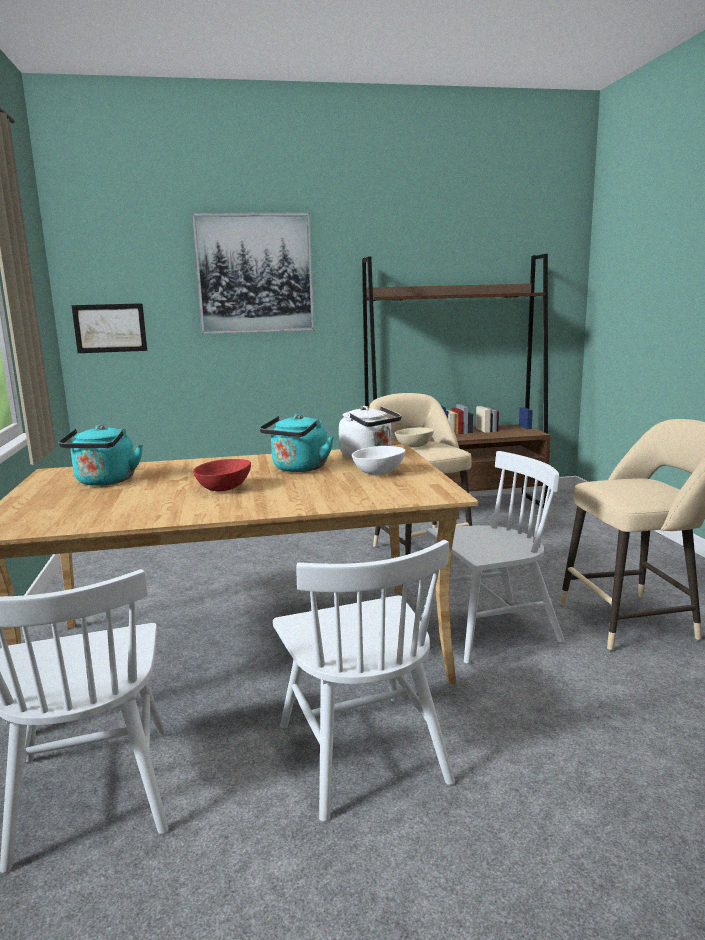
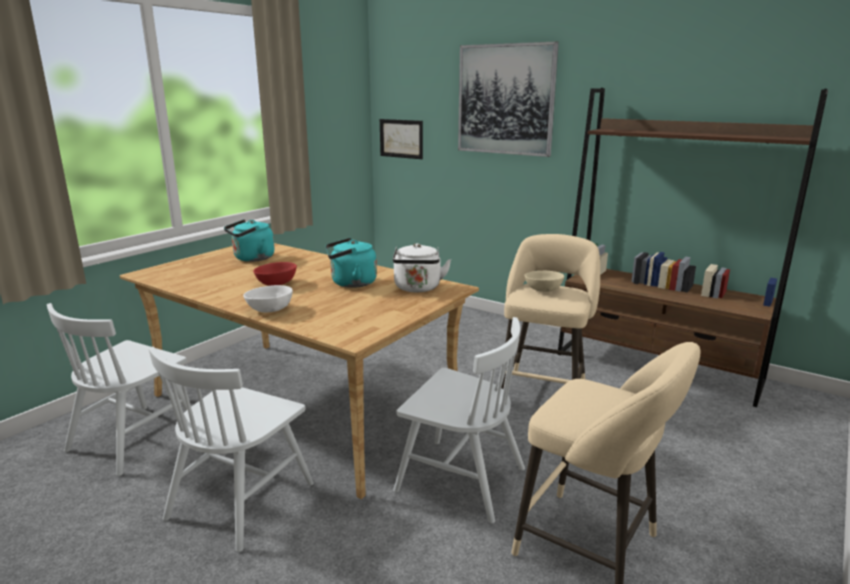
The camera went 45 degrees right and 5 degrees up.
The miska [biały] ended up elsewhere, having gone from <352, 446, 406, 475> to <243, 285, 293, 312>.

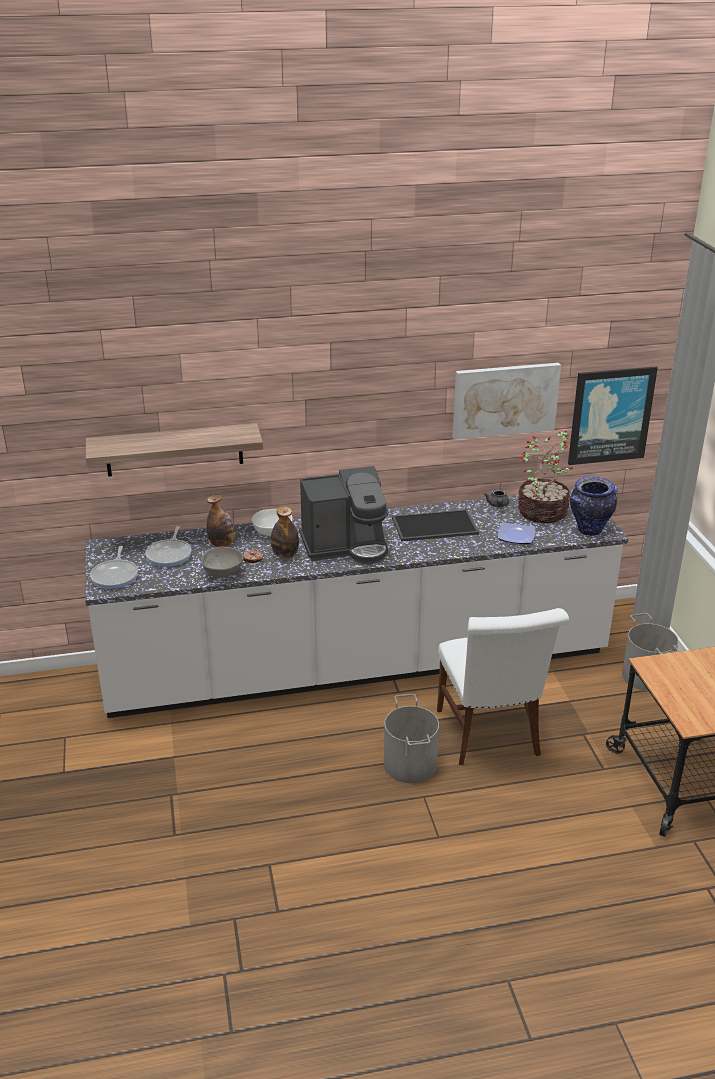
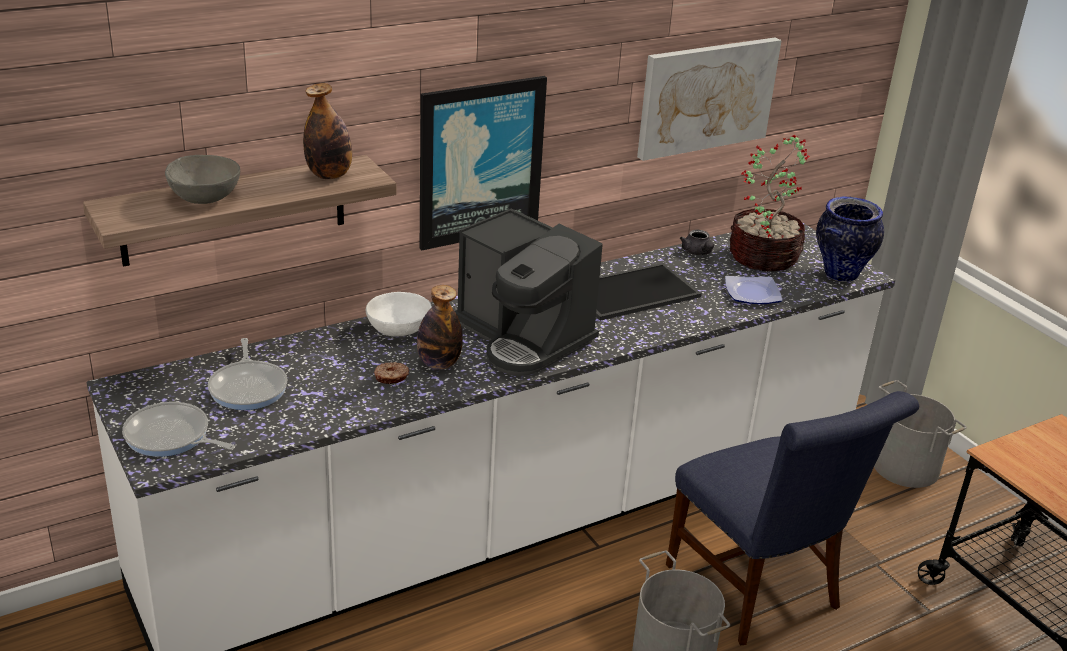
The camera went 20 degrees left and 0 degrees up.
The patelnia at <90, 546, 138, 589> ended up facing another way, 135 degrees clockwise from before.
The miska [szary] ended up elsewhere, having gone from <201, 546, 243, 578> to <165, 155, 240, 204>.
The butelka ended up elsewhere, having gone from <207, 494, 235, 547> to <303, 83, 352, 179>.
The ekspres do kawy at <299, 466, 389, 564> ended up facing another way, 75 degrees clockwise from before.
What was the krzesło [biały] at <437, 608, 569, 765> turned into the krzesło [niebieski] at <666, 391, 919, 645>.
The obraz ended up elsewhere, having gone from <568, 367, 658, 465> to <420, 76, 547, 250>.

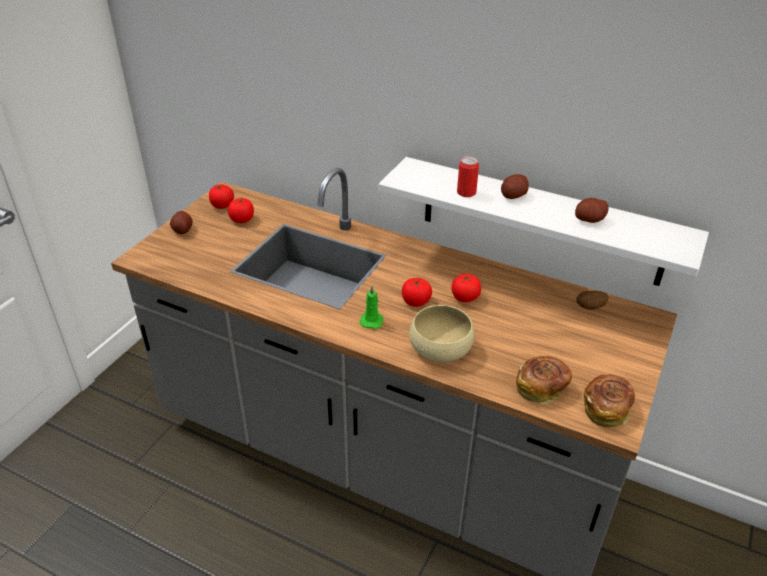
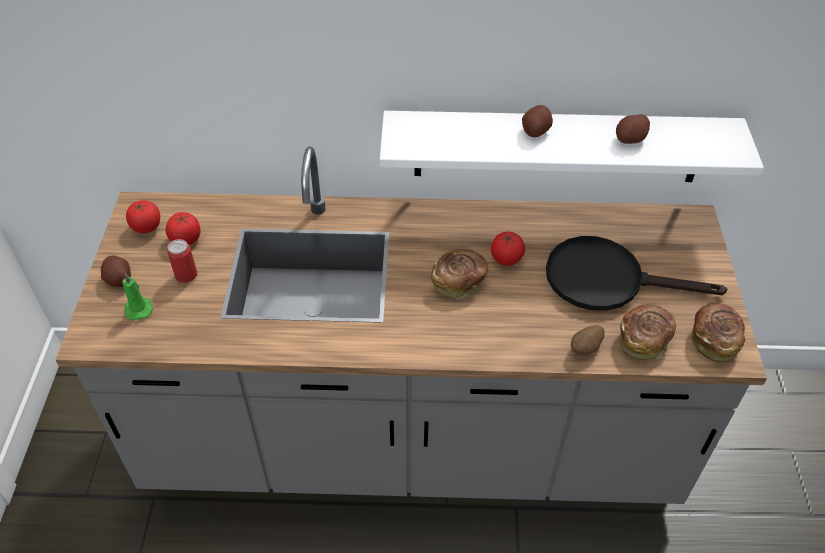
The camera went 25 degrees left and 10 degrees up.
The świeca [zielony] ended up elsewhere, having gone from <360, 286, 383, 329> to <122, 273, 153, 320>.
Where the pomidor stood at <402, 278, 432, 307>, the chleb came to stand at <431, 249, 489, 299>.
The second view lost the miska [beżowy] at <409, 305, 475, 362>.
The puszka ended up elsewhere, having gone from <457, 156, 479, 197> to <167, 239, 197, 283>.
The ziemniak ended up elsewhere, having gone from <576, 291, 609, 310> to <571, 325, 605, 355>.
The second view gained the patelnia [czarny] at <546, 236, 728, 311>.

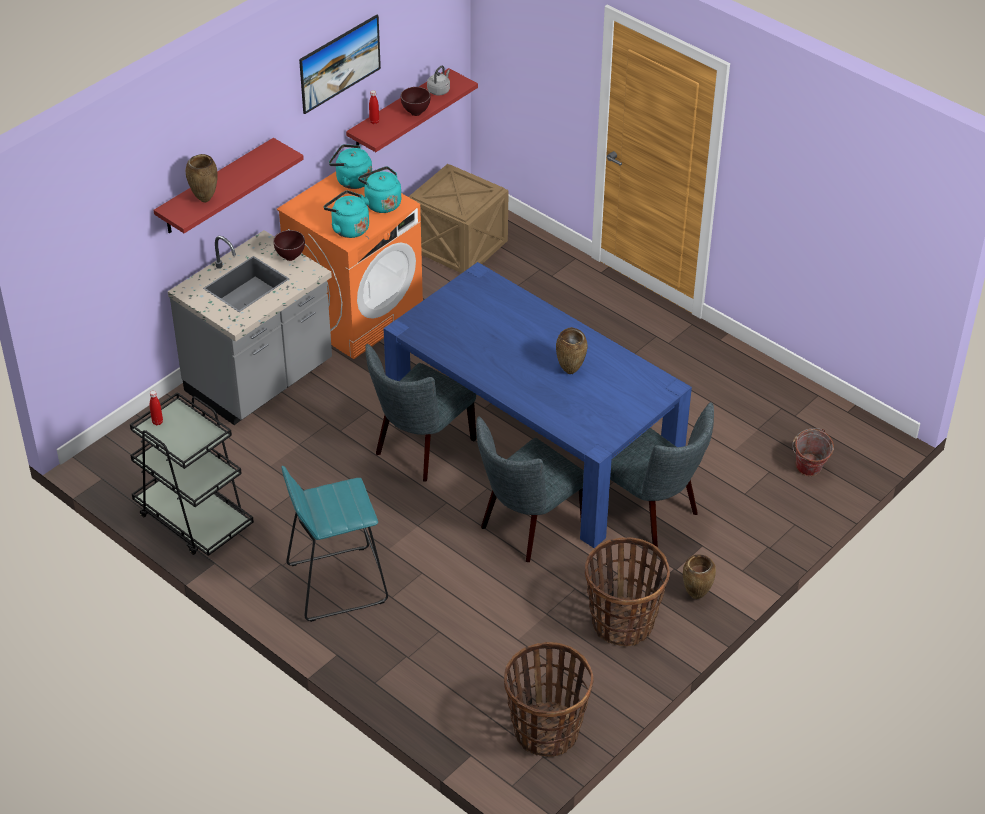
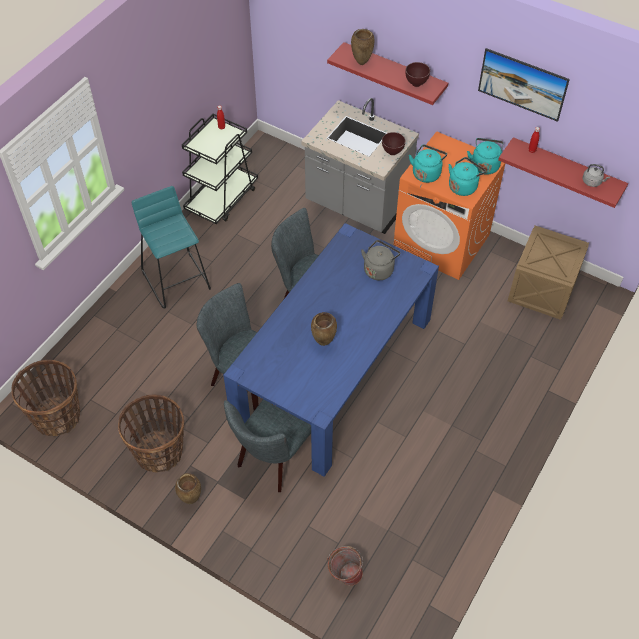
The camera went 80 degrees right and 10 degrees up.
The miska [brązowy] ended up elsewhere, having gone from <401, 87, 431, 116> to <405, 62, 430, 87>.
The second view gained the czajnik [szary] at <361, 240, 400, 280>.

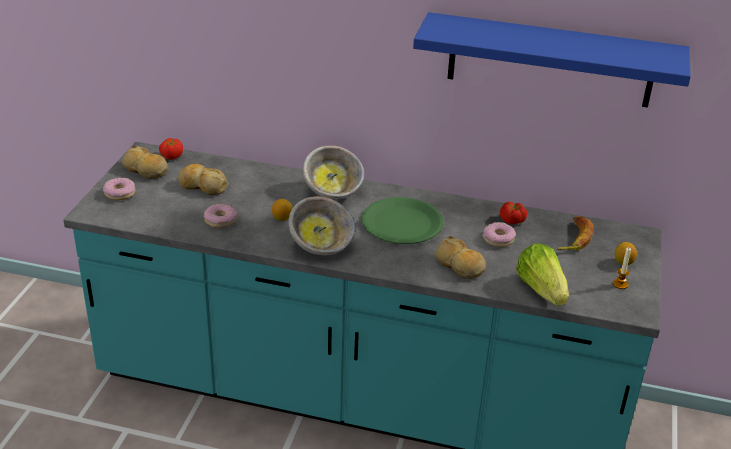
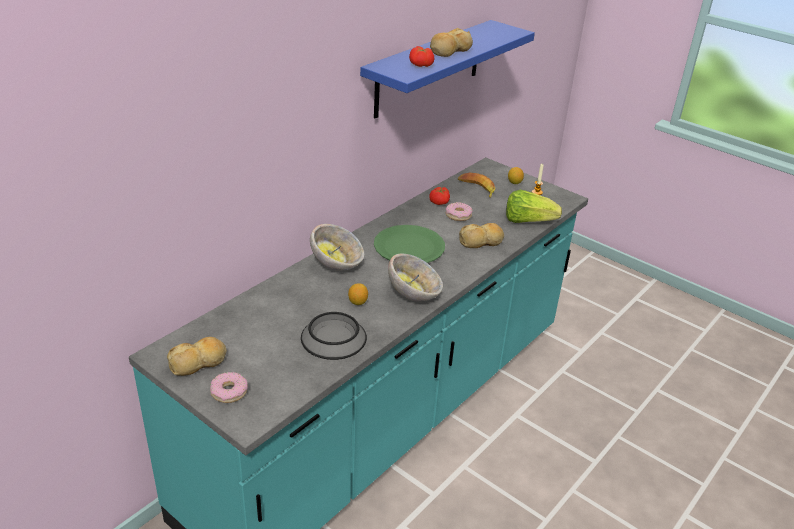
The camera went 65 degrees left and 0 degrees up.
The pomidor ended up elsewhere, having gone from <159, 138, 183, 160> to <409, 46, 434, 67>.
The chleb ended up elsewhere, having gone from <178, 164, 228, 195> to <430, 28, 473, 57>.
Where the donut stood at <204, 204, 237, 228>, the miska came to stand at <301, 312, 367, 360>.

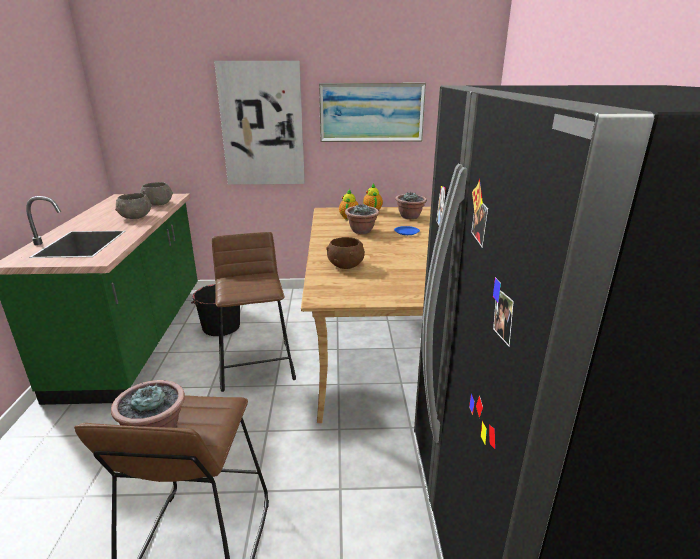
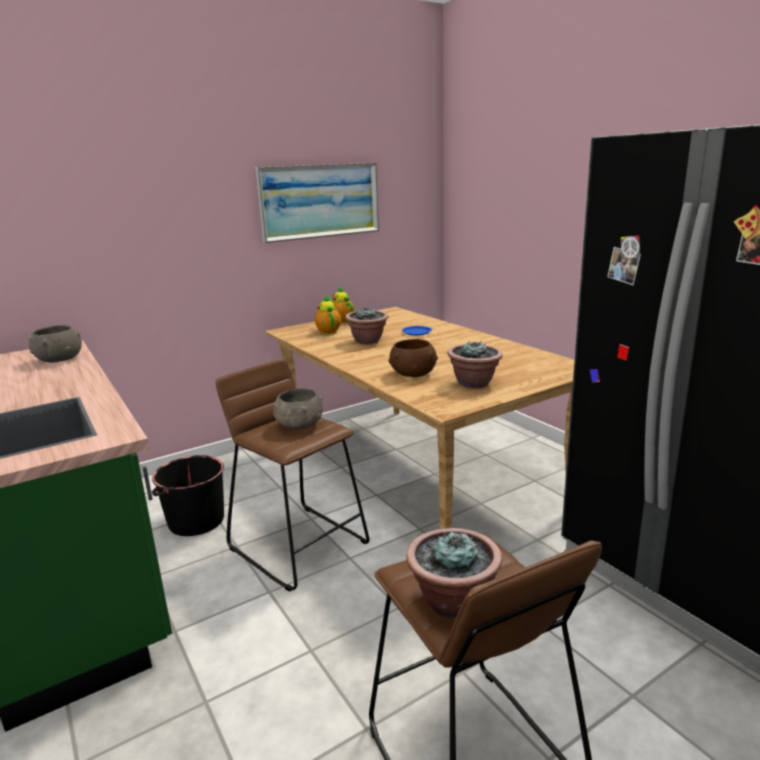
The camera went 30 degrees left and 5 degrees down.
The miska [szary] ended up elsewhere, having gone from <115, 193, 152, 219> to <273, 388, 323, 430>.
The second view lost the obraz at <214, 61, 305, 184>.
The roślina doniczkowa ended up elsewhere, having gone from <395, 192, 427, 219> to <447, 341, 503, 388>.

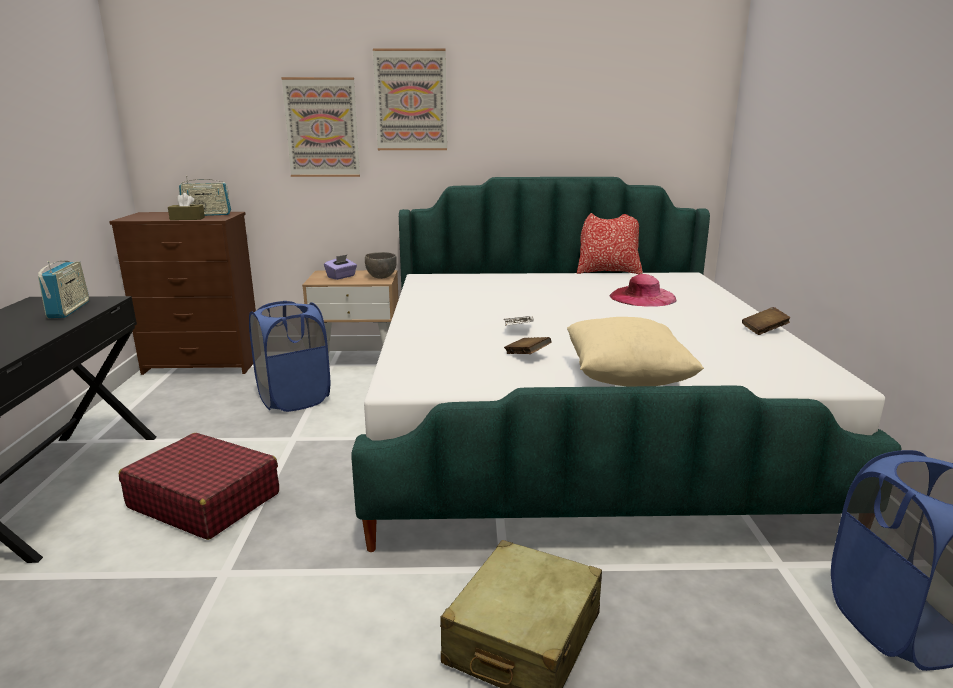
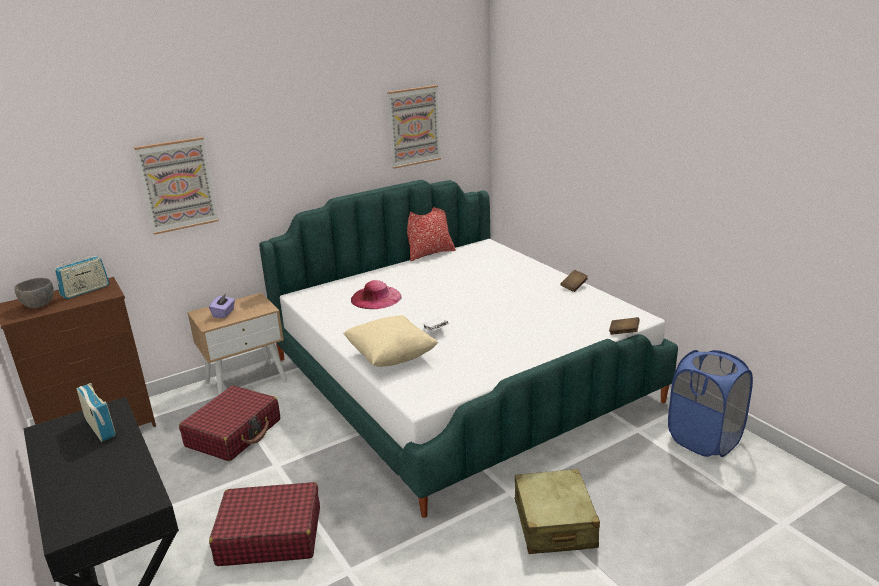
The camera went 30 degrees left and 5 degrees up.
The second view lost the pudełko chusteczek [brązowy] at <168, 193, 205, 220>.
Where the kosz na pranie [niebieski] stood at <249, 301, 330, 412>, the walizka [czerwony] came to stand at <179, 386, 280, 461>.
The miska [szary] ended up elsewhere, having gone from <365, 252, 397, 279> to <14, 278, 54, 308>.
The obraz ended up elsewhere, having gone from <373, 48, 447, 150> to <387, 85, 441, 169>.
The książka [brązowy] ended up elsewhere, having gone from <504, 337, 552, 354> to <609, 317, 640, 335>.
The poduszka [beżowy] ended up elsewhere, having gone from <567, 317, 704, 386> to <343, 315, 439, 367>.
The kapelusz [różowy] ended up elsewhere, having gone from <609, 274, 676, 307> to <351, 280, 402, 309>.

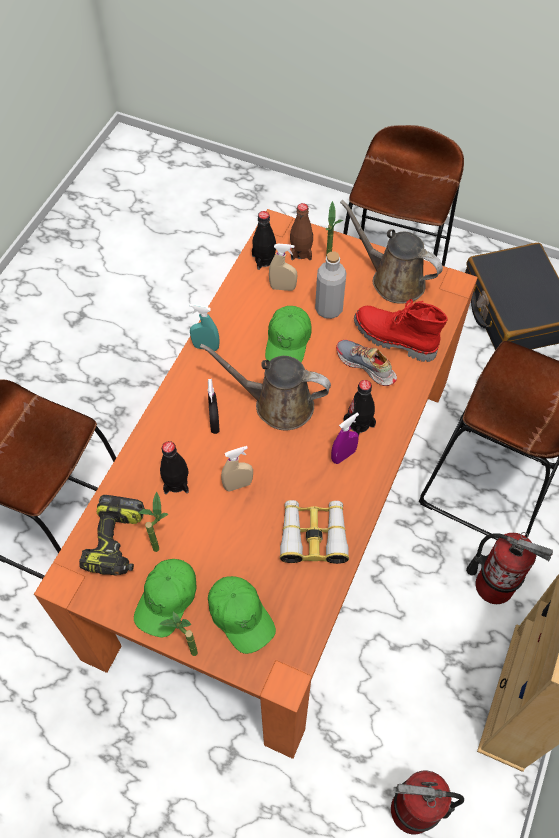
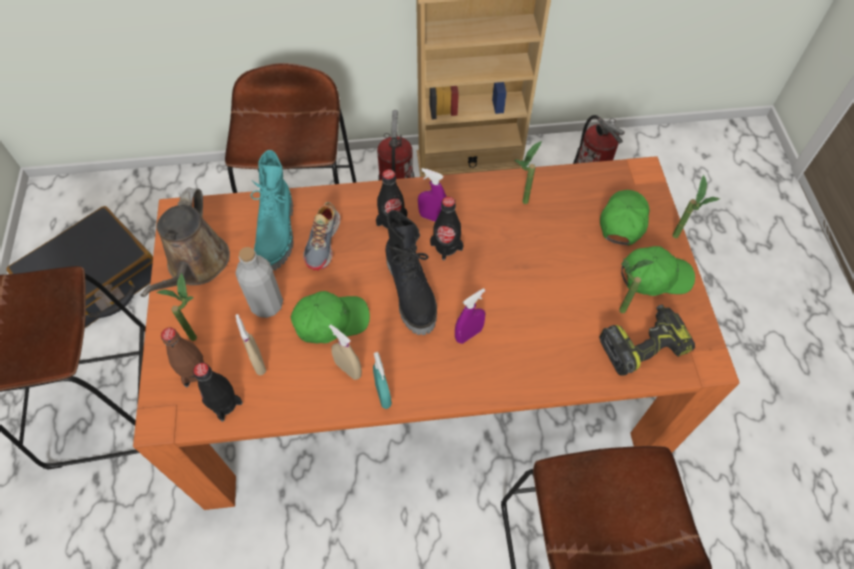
The camera went 120 degrees left and 0 degrees up.
The butelka [czarny] ended up elsewhere, having gone from <160, 441, 189, 494> to <430, 197, 464, 261>.
Where the konewka [brązowy] stood at <200, 343, 331, 430>, the but z cholewką [czarny] came to stand at <385, 210, 437, 335>.
What was the spryskiwacz [czarny] at <208, 379, 220, 434> turned into the spryskiwacz [fioletowy] at <455, 288, 485, 344>.
The spryskiwacz [beżowy] ended up elsewhere, having gone from <221, 446, 253, 491> to <329, 324, 362, 380>.
Where the lornetka stood at <280, 500, 349, 564>, the roślina doniczkowa came to stand at <514, 141, 542, 204>.
What was the but z cholewką [czerwony] at <354, 299, 448, 362> turned into the but z cholewką [turkusowy] at <251, 150, 294, 271>.

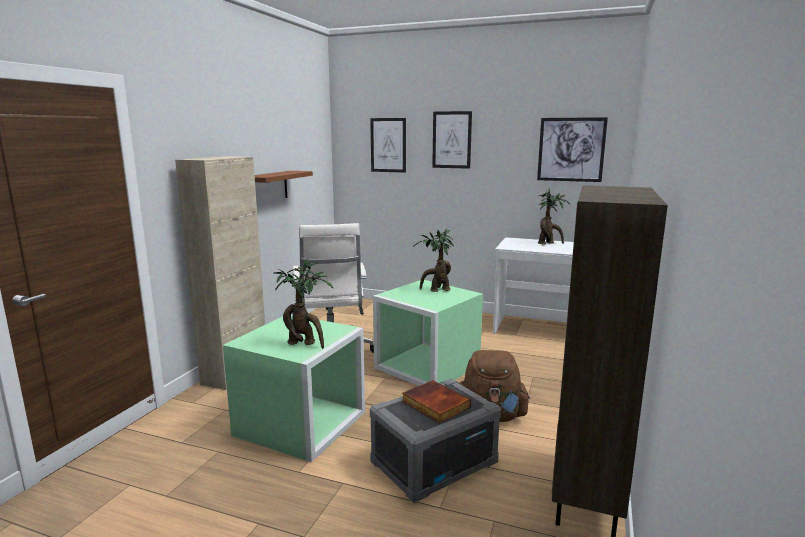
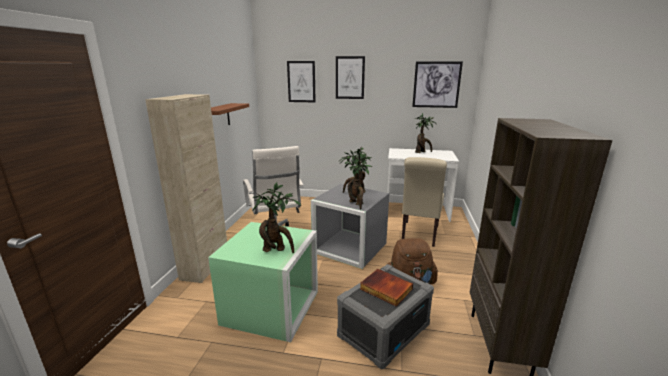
The camera went 10 degrees left and 5 degrees up.
What was the pojemnik do przechowywania [zielony] at <373, 280, 483, 386> turned into the pojemnik do przechowywania [szary] at <311, 184, 389, 269>.
The second view gained the roślina doniczkowa at <340, 154, 372, 209>.
The second view gained the krzesło [beżowy] at <402, 157, 447, 247>.

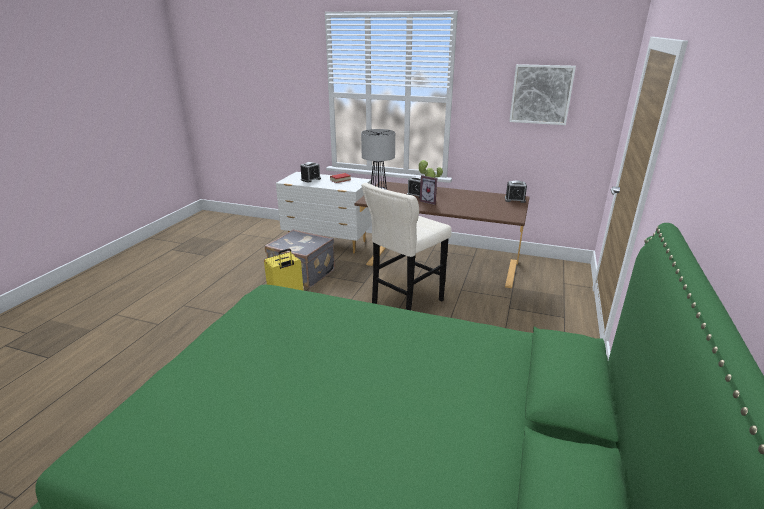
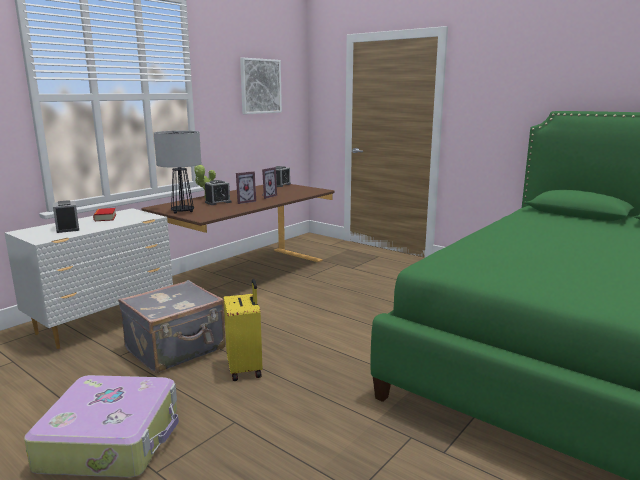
The camera went 70 degrees left and 10 degrees down.
The second view lost the stołek [beżowy] at <361, 183, 451, 310>.
The second view gained the walizka at <24, 375, 179, 477>.
The second view gained the ramka na zdjęcie at <262, 167, 277, 199>.

